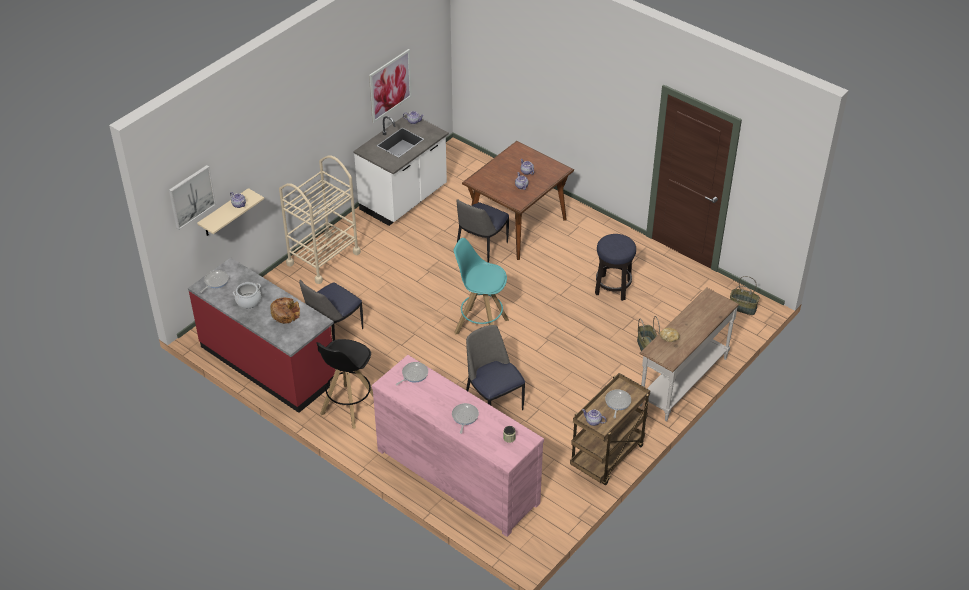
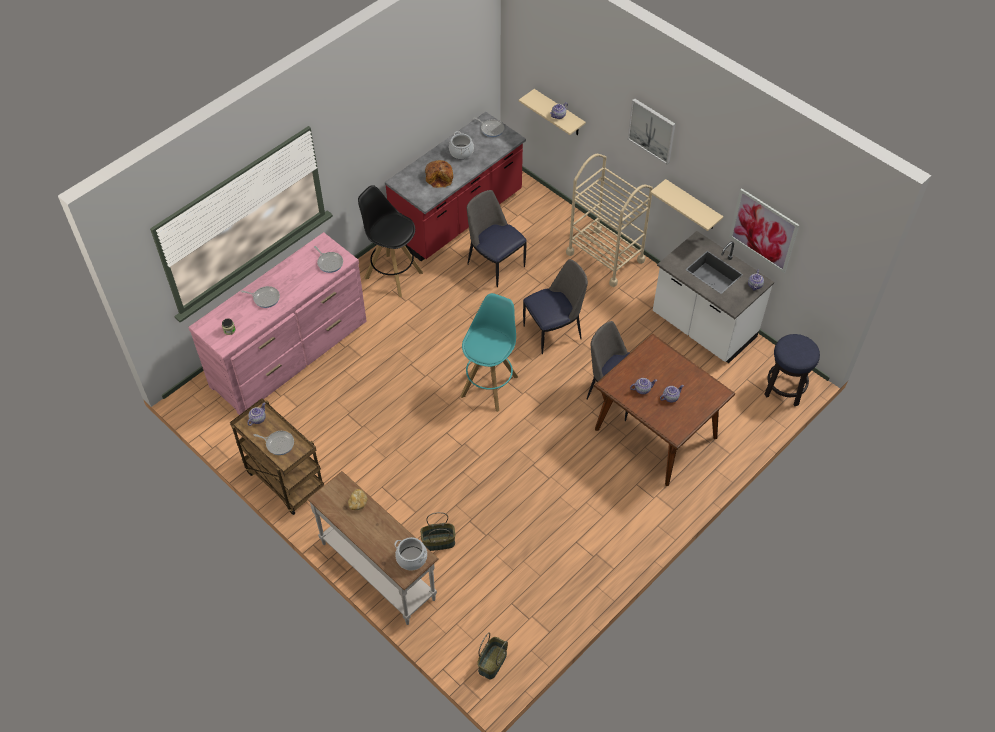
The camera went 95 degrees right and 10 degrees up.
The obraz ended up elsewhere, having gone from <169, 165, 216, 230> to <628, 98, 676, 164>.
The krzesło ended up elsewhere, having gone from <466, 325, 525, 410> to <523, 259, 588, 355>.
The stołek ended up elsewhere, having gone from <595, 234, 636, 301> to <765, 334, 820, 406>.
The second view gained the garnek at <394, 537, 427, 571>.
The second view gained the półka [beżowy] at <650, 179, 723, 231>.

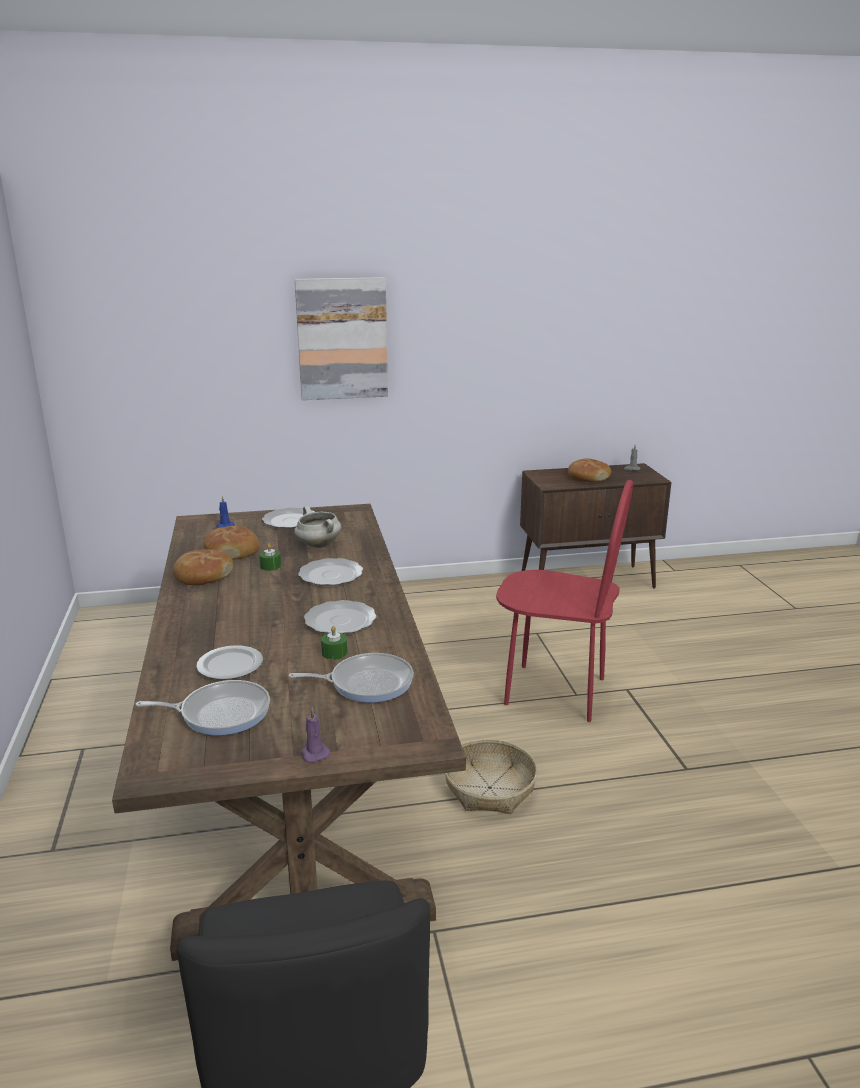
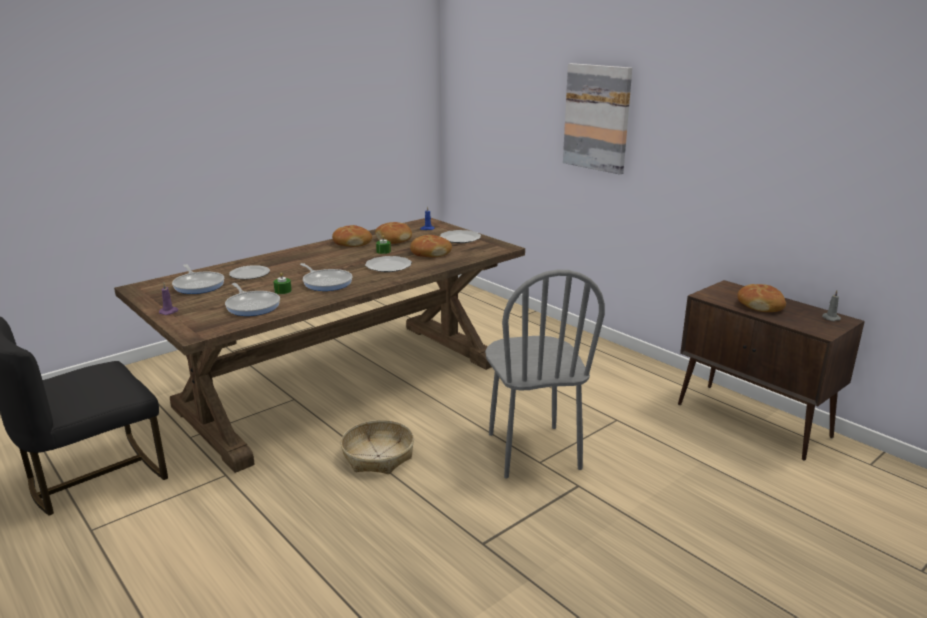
The camera went 60 degrees right and 0 degrees up.
Where the garnek [biały] stood at <294, 506, 342, 548>, the chleb came to stand at <410, 235, 452, 257>.
Where the talerz stood at <304, 600, 377, 634>, the patelnia came to stand at <300, 263, 353, 291>.
What was the krzesło [czerwony] at <496, 480, 633, 722> turned into the krzesło [szary] at <485, 269, 605, 479>.

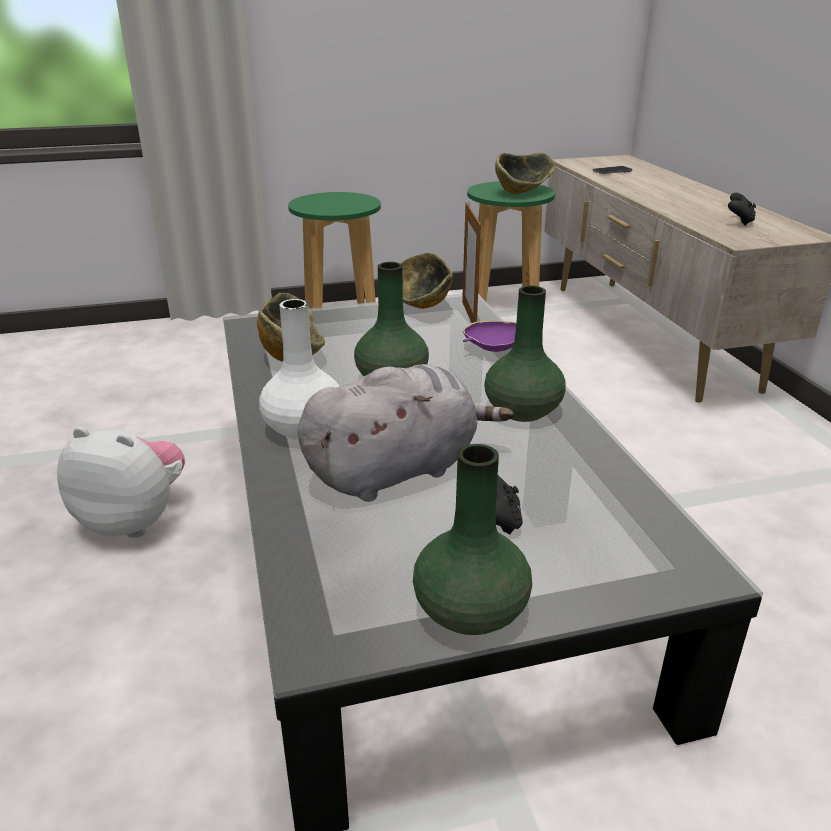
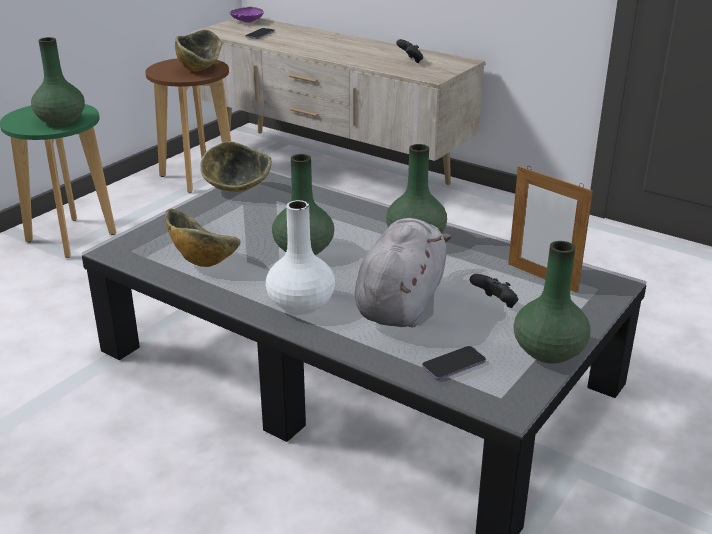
The camera went 40 degrees left and 0 degrees up.
The second view lost the pluszak at <57, 427, 185, 538>.
The ramka na zdjęcie ended up elsewhere, having gone from <462, 202, 481, 323> to <508, 166, 593, 293>.
The miska [fioletowy] ended up elsewhere, having gone from <463, 321, 516, 352> to <229, 6, 264, 23>.
What was the stołek [zielony] at <467, 181, 555, 301> turned into the stołek [brązowy] at <145, 58, 231, 193>.
The second view gained the wazon [zielony] at <31, 37, 85, 126>.
The second view gained the telefon at <422, 346, 486, 380>.

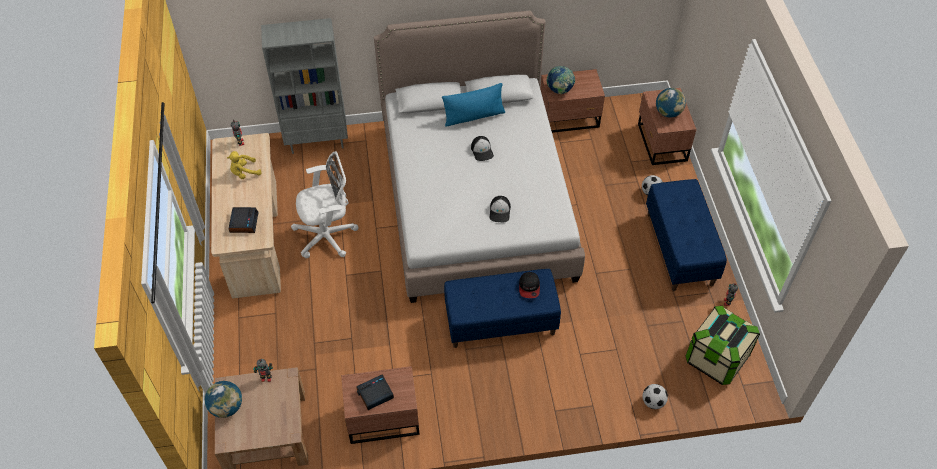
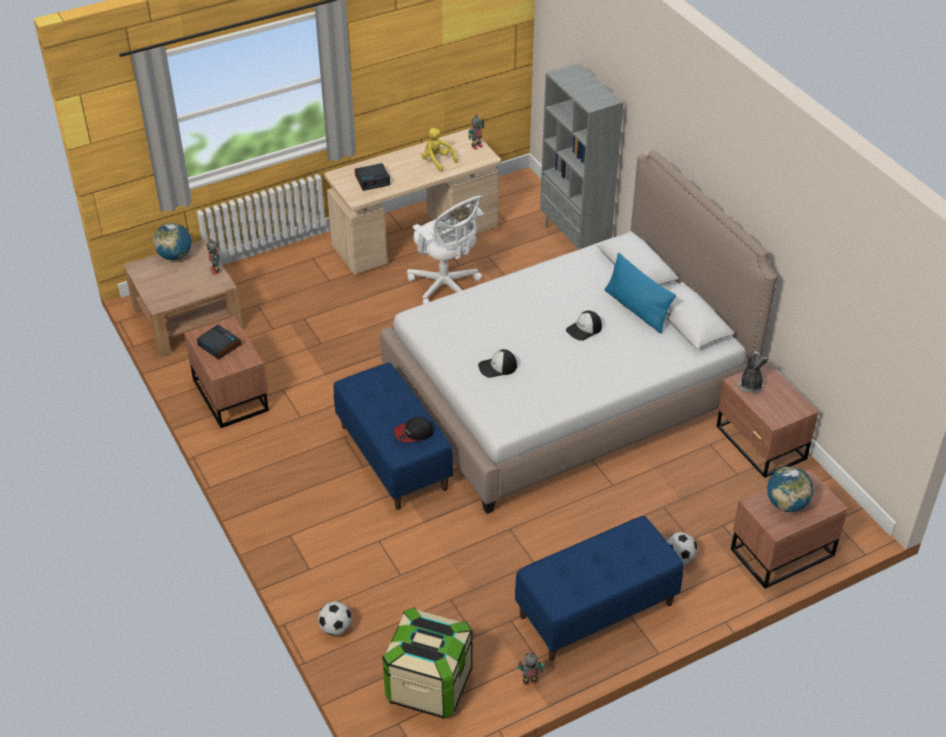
The camera went 70 degrees right and 10 degrees down.
Where the globus stood at <546, 66, 575, 94>, the pluszak came to stand at <738, 351, 769, 393>.

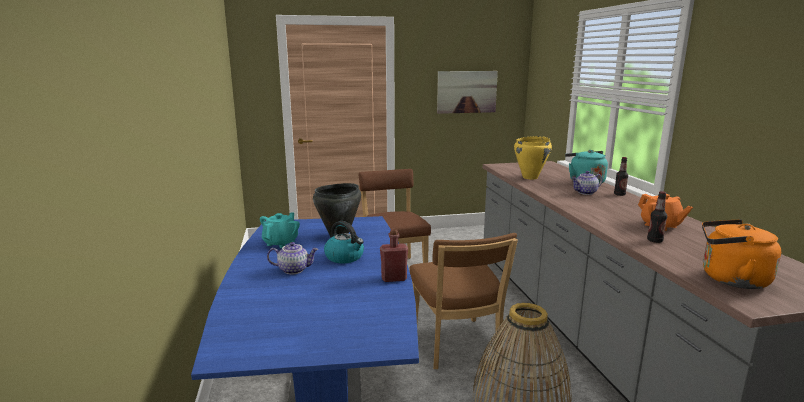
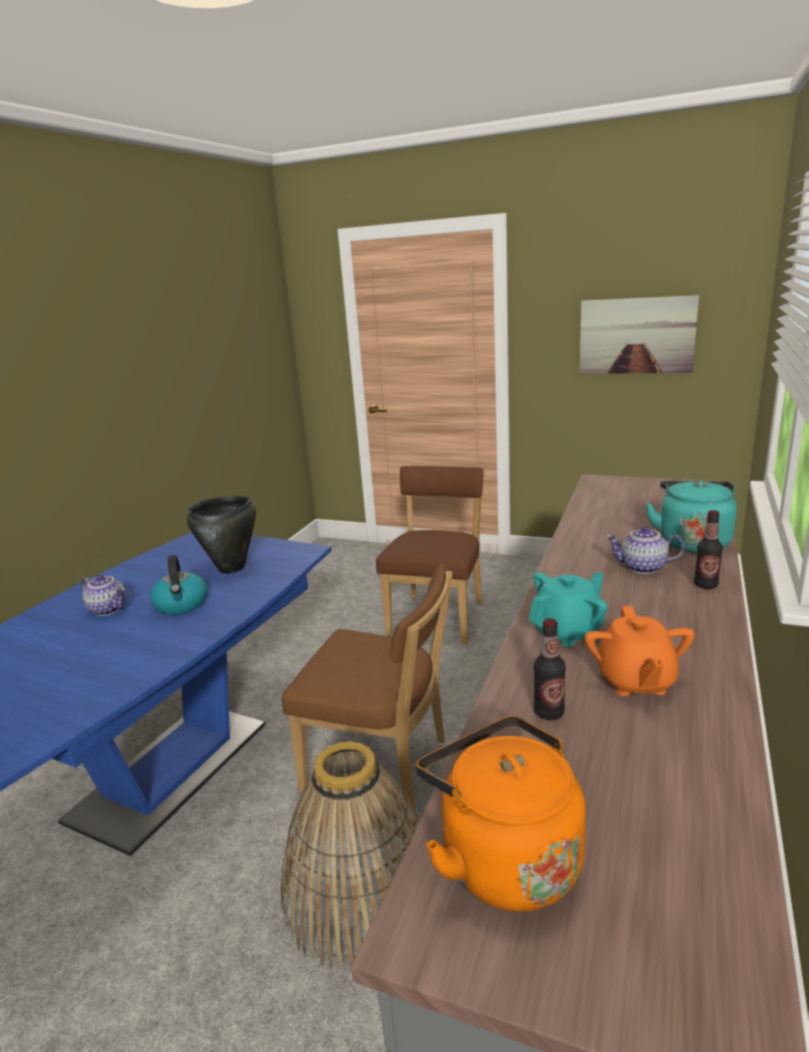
The camera went 35 degrees right and 5 degrees up.
The imbryk [turkusowy] ended up elsewhere, having gone from <260, 212, 300, 248> to <529, 572, 607, 647>.
The second view lost the butelka [czerwony] at <380, 229, 408, 282>.
The krzesło [brązowy] at <409, 233, 518, 369> ended up facing another way, 90 degrees counterclockwise from before.
The second view lost the garnek [żółty] at <514, 136, 552, 180>.

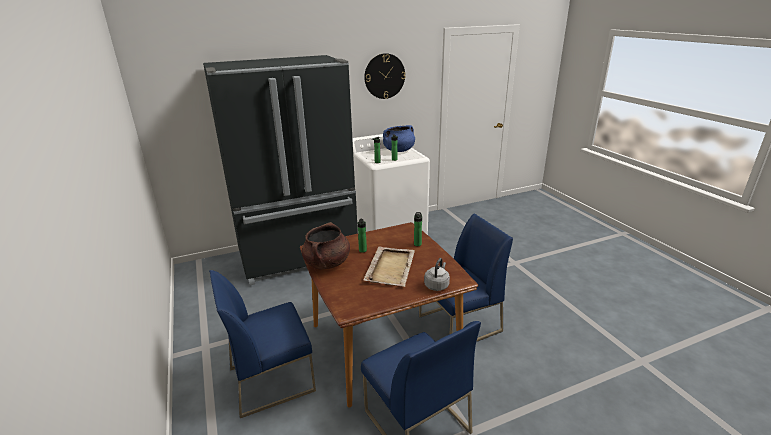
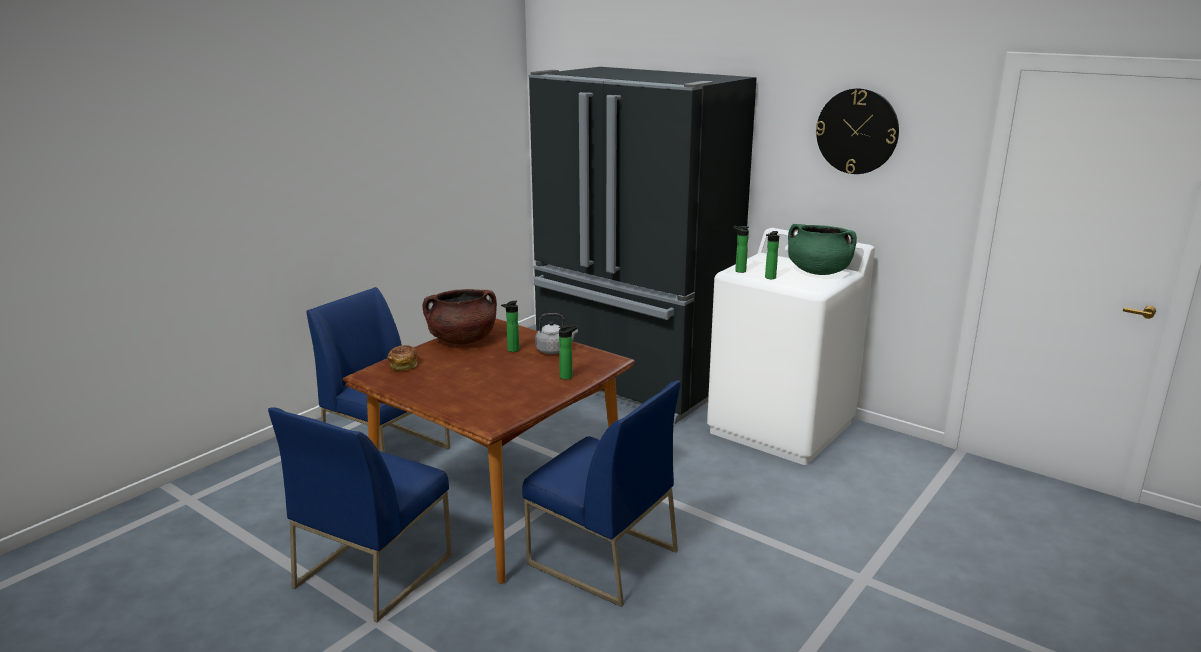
The camera went 60 degrees right and 5 degrees down.
The second view lost the taca [beżowy] at <364, 246, 415, 287>.
What was the garnek [niebieski] at <383, 125, 415, 152> turned into the garnek [zielony] at <788, 224, 857, 275>.
The czajnik [szary] ended up elsewhere, having gone from <424, 258, 450, 291> to <535, 313, 578, 354>.
The second view gained the chleb at <388, 345, 417, 371>.

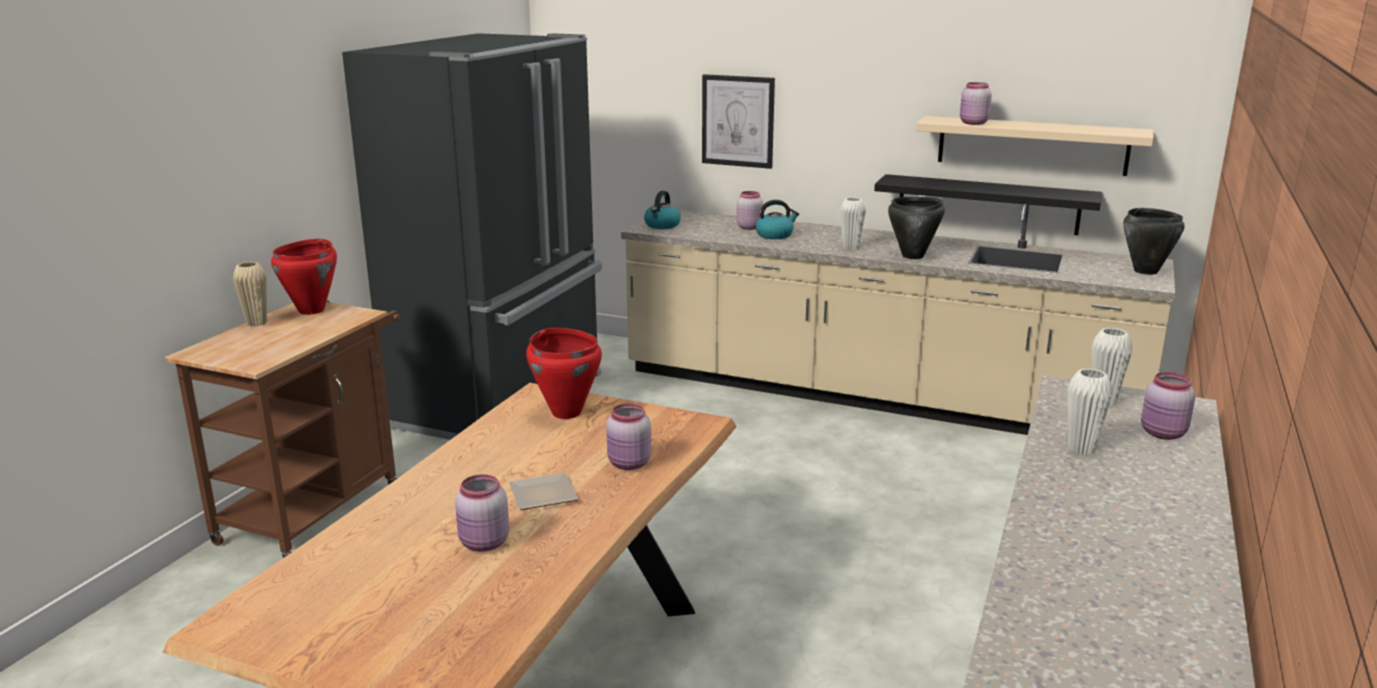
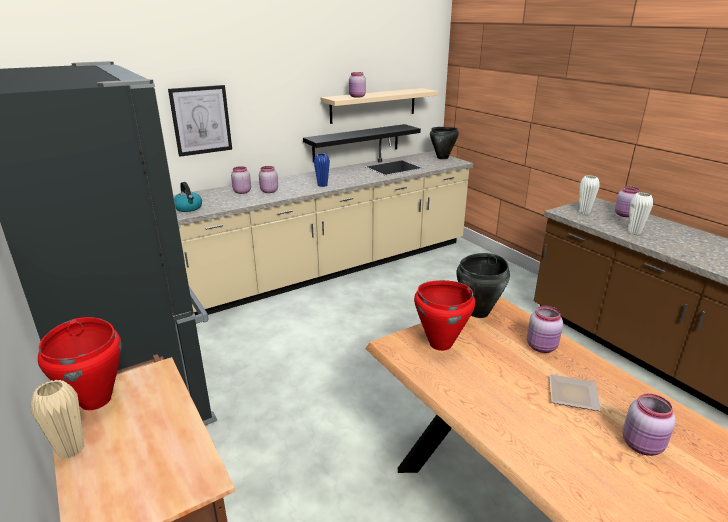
The camera went 55 degrees left and 5 degrees up.
Where the czajnik stood at <756, 200, 799, 239>, the słoik [różowy] came to stand at <259, 166, 278, 193>.
What was the wazon [biały] at <840, 198, 866, 250> turned into the wazon [niebieski] at <314, 153, 330, 187>.
The garnek [czarny] ended up elsewhere, having gone from <888, 197, 945, 259> to <456, 253, 510, 318>.

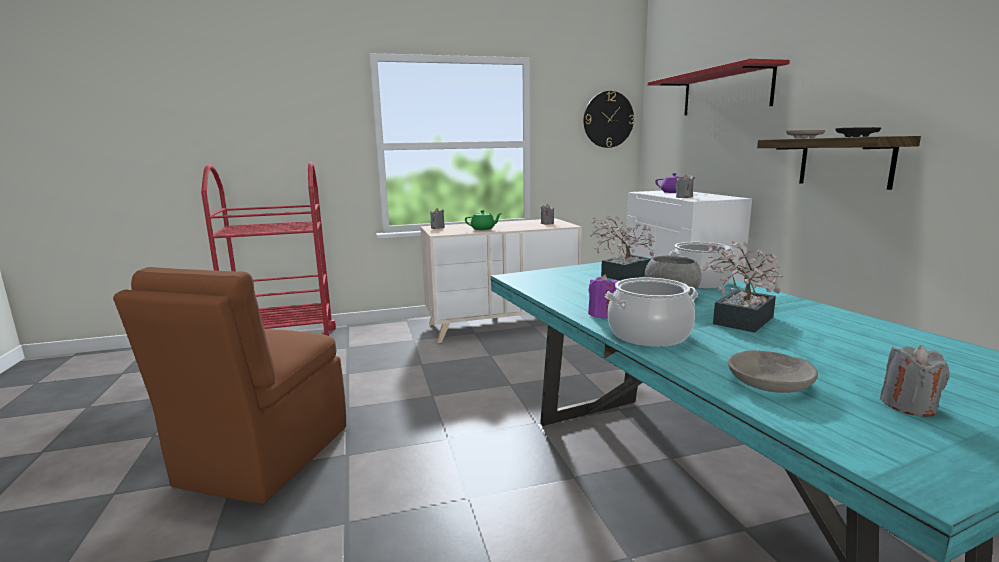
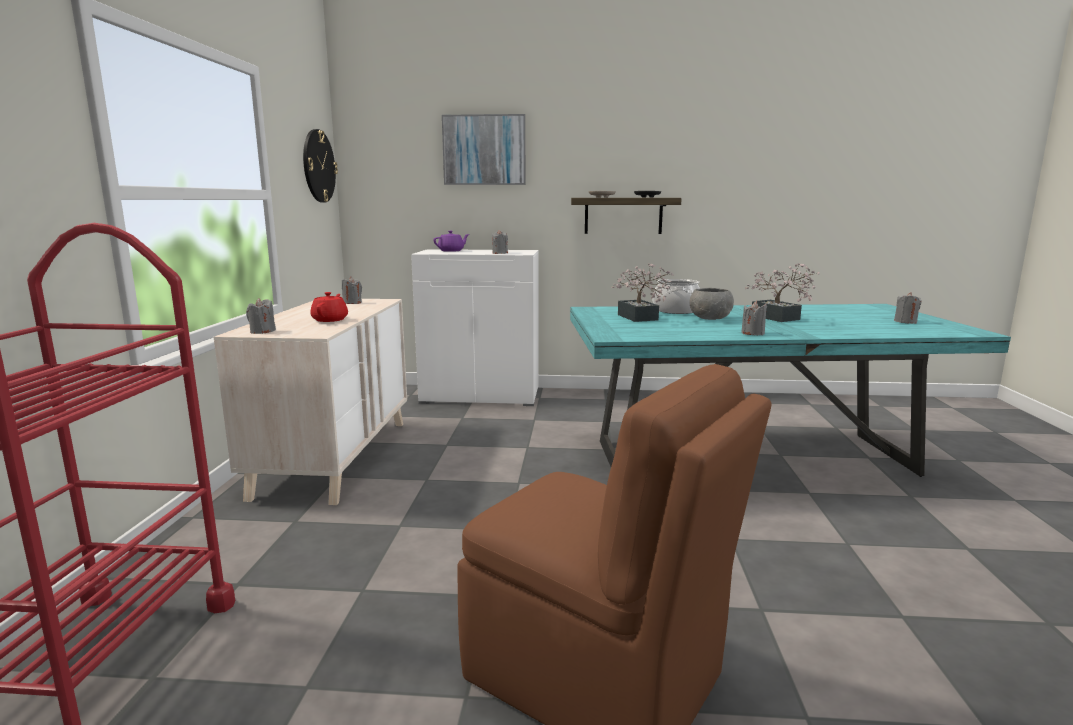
The camera went 70 degrees left and 0 degrees up.
What was the imbryk [zielony] at <465, 210, 502, 230> turned into the imbryk [czerwony] at <310, 292, 348, 322>.
What was the świeca [fioletowy] at <588, 274, 618, 318> turned into the świeca [szary] at <741, 301, 767, 335>.
The second view lost the garnek at <605, 277, 698, 347>.
Where the półka [czerwony] hung at <648, 59, 790, 115>, the obraz came to hang at <442, 114, 525, 185>.
The second view lost the miska [szary] at <728, 350, 818, 393>.

